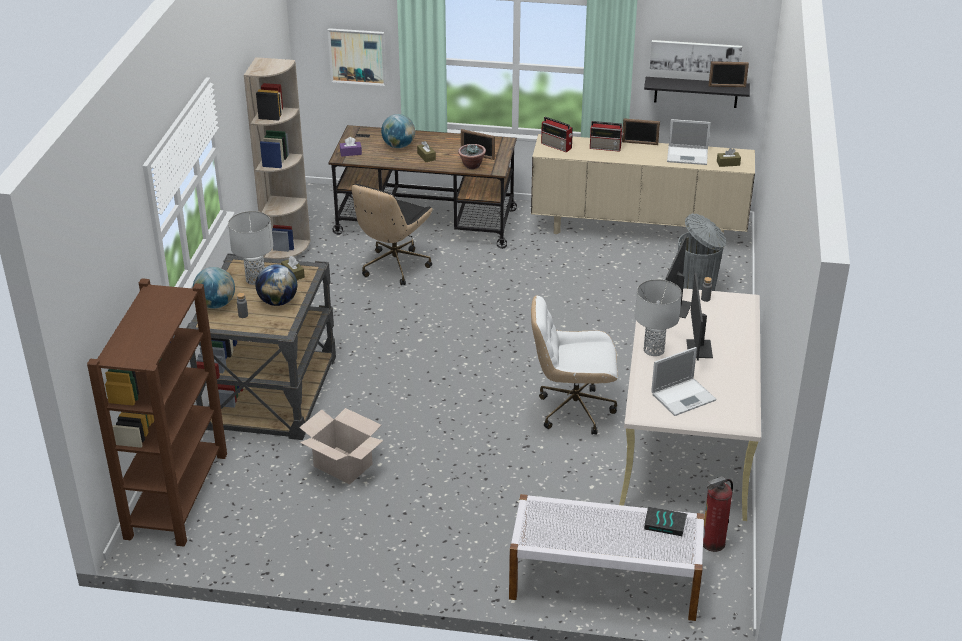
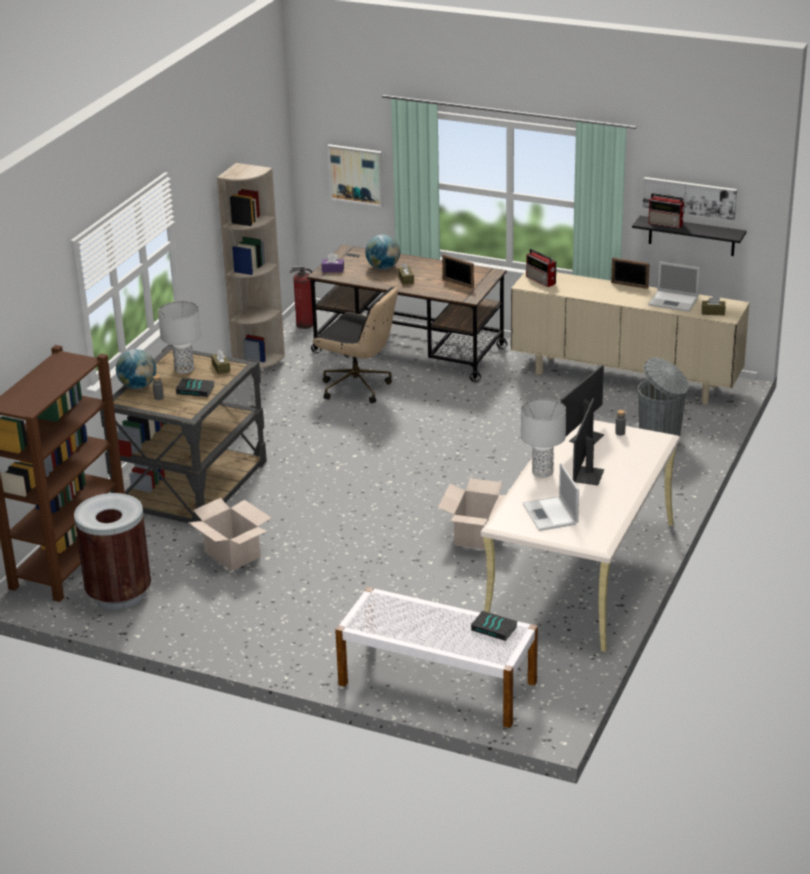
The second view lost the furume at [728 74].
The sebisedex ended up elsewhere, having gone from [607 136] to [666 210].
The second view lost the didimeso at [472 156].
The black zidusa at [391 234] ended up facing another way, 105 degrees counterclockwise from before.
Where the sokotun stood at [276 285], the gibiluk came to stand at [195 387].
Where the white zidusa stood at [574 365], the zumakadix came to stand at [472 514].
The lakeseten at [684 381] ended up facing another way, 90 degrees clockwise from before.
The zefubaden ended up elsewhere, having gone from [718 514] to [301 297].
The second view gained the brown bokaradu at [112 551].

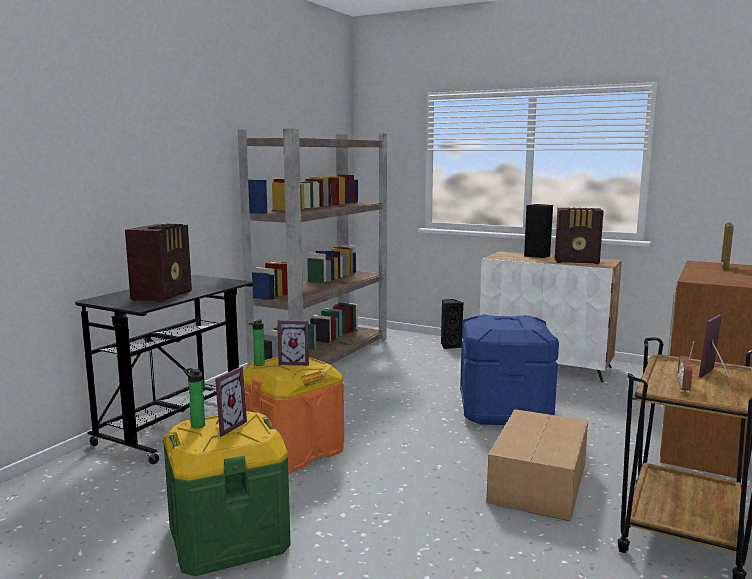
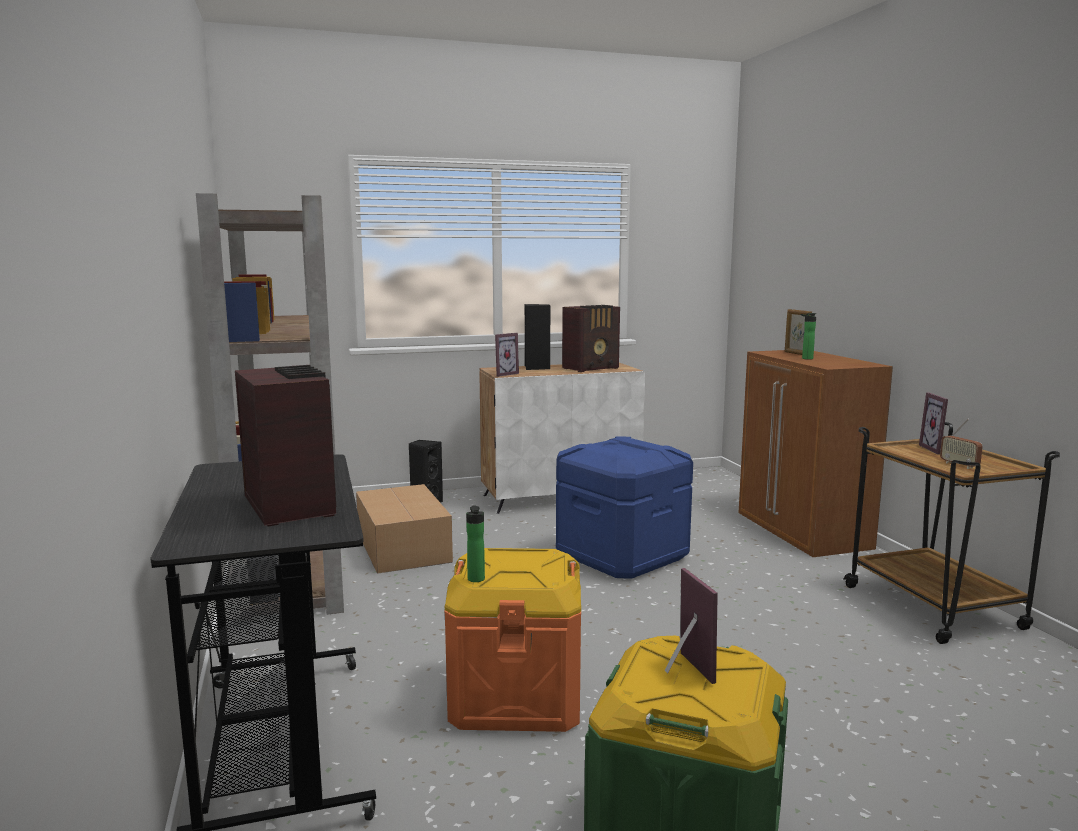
The furume ended up elsewhere, having gone from [293 343] to [507 355].
The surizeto ended up elsewhere, having gone from [194 398] to [808 336].
The zumakadix ended up elsewhere, having gone from [537 465] to [404 529].

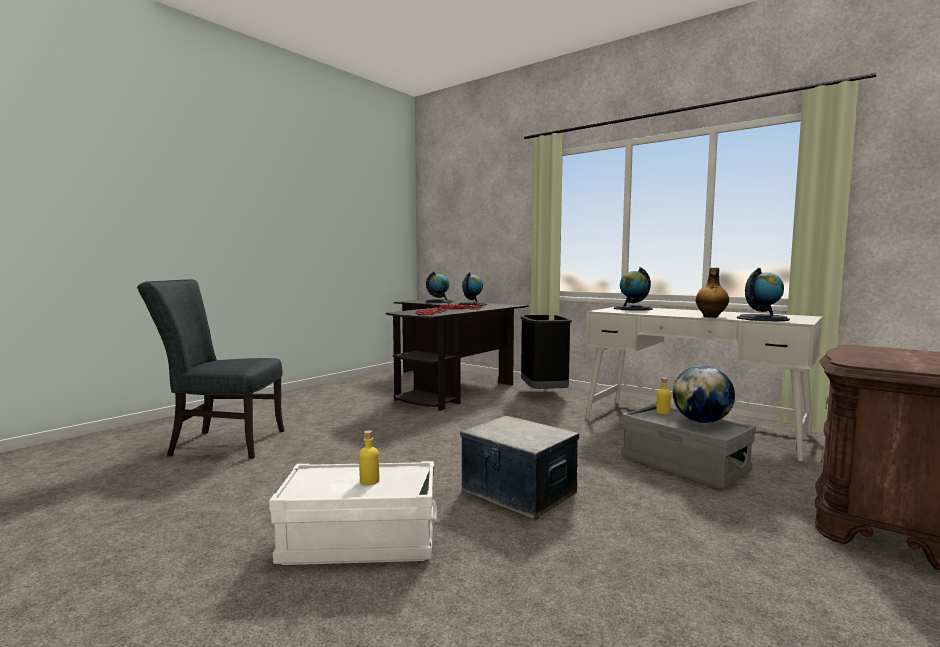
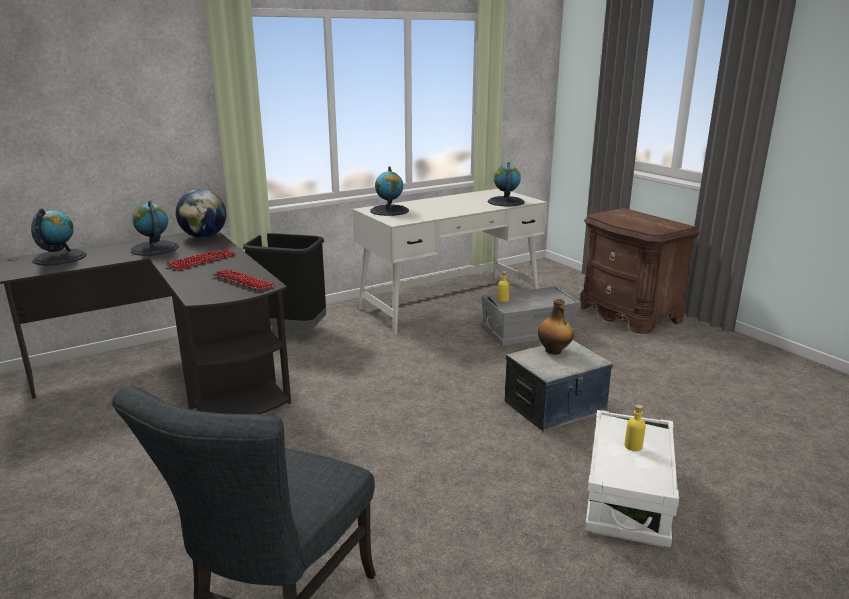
The surizeto ended up elsewhere, having gone from [712 293] to [556 326].
The sokotun ended up elsewhere, having gone from [704 394] to [201 213].

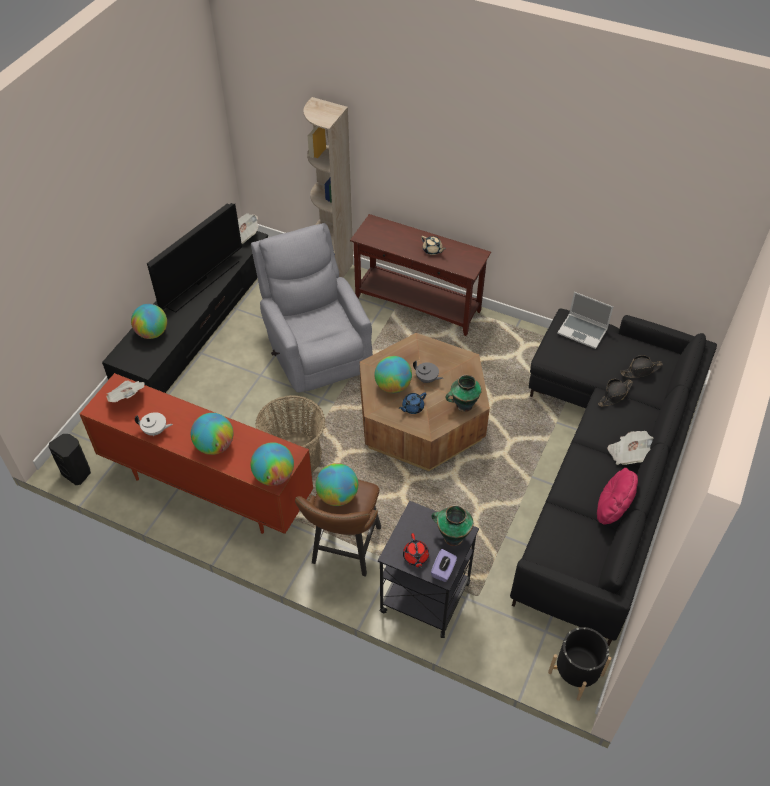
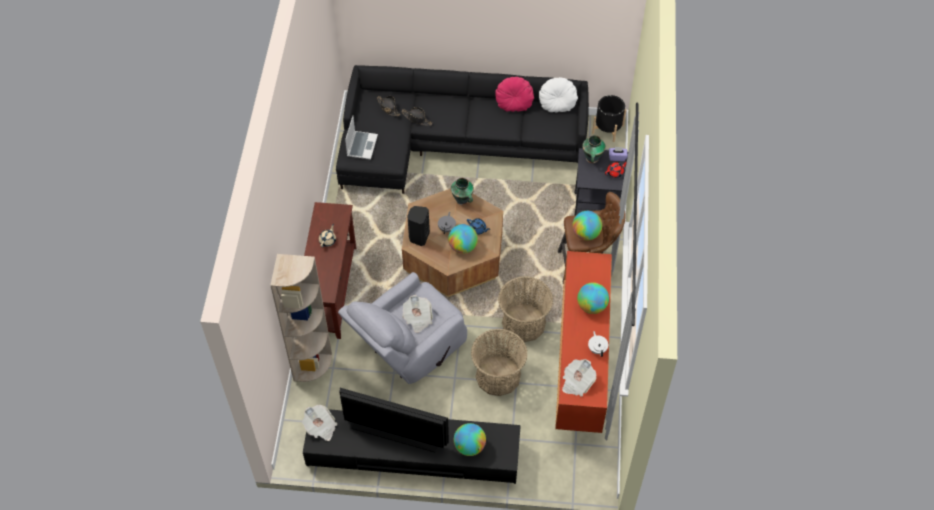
The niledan ended up elsewhere, having gone from [630 448] to [417 314].
The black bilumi ended up elsewhere, having gone from [69 459] to [418 226].
The second view lost the sokotun at [272 464].
The second view gained the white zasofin at [558 94].
The second view gained the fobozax at [499 362].

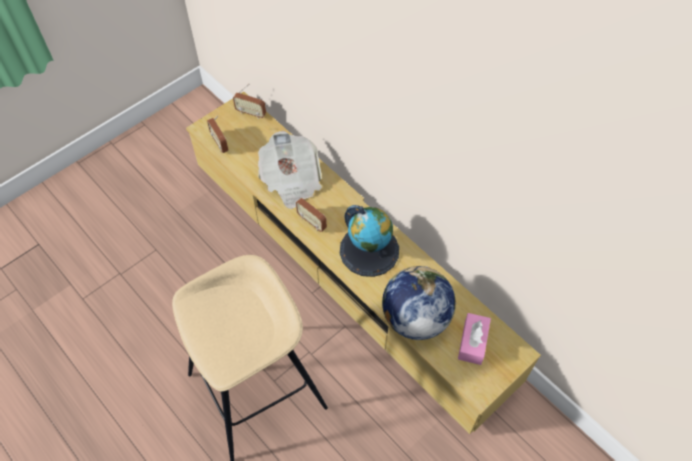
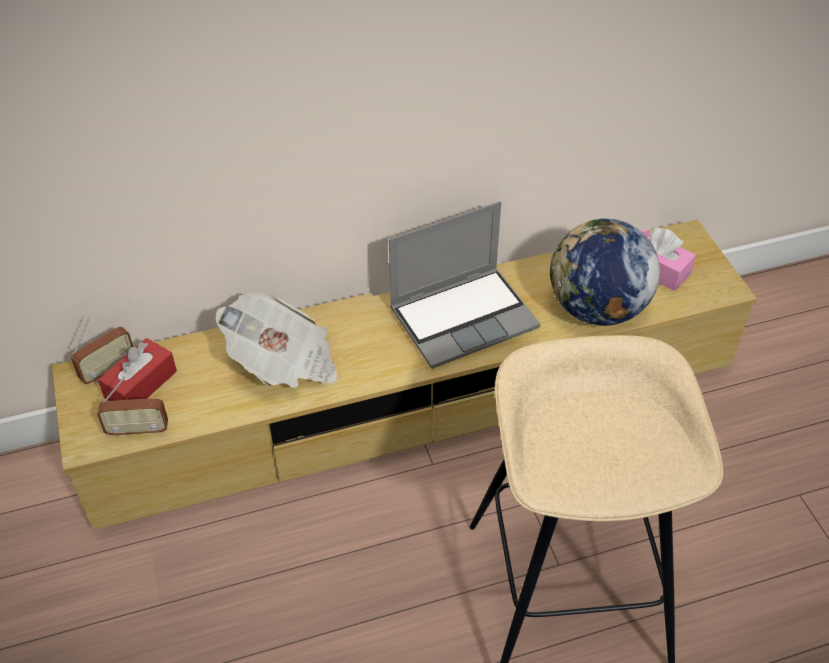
The second view lost the sebisedex at [311 213].
Where the sokotun stood at [369 241], the lakeseten came to stand at [464 285].
The second view gained the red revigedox at [137 369].

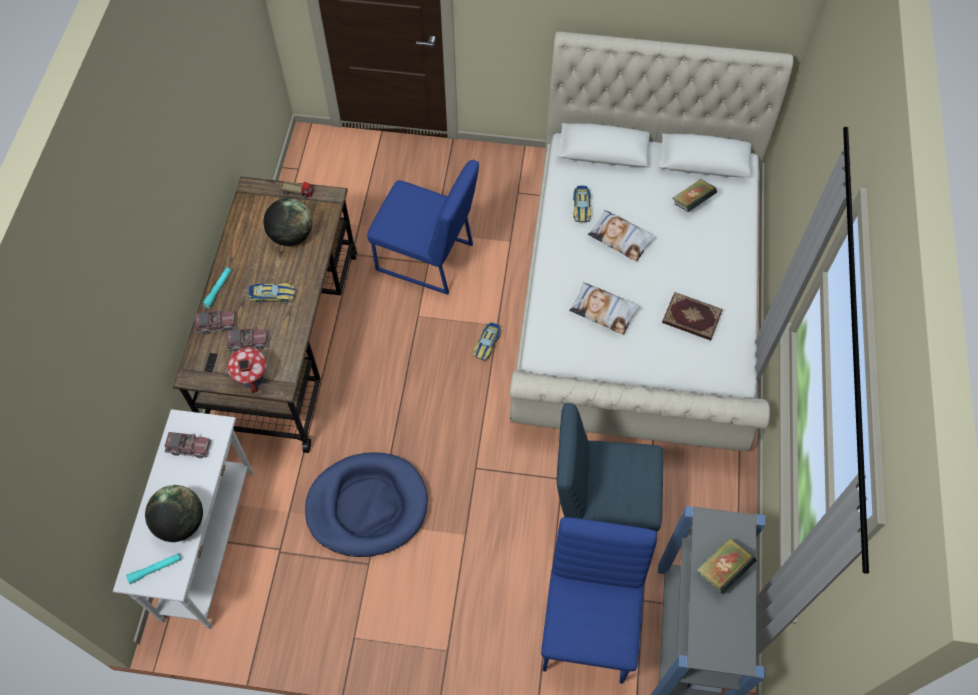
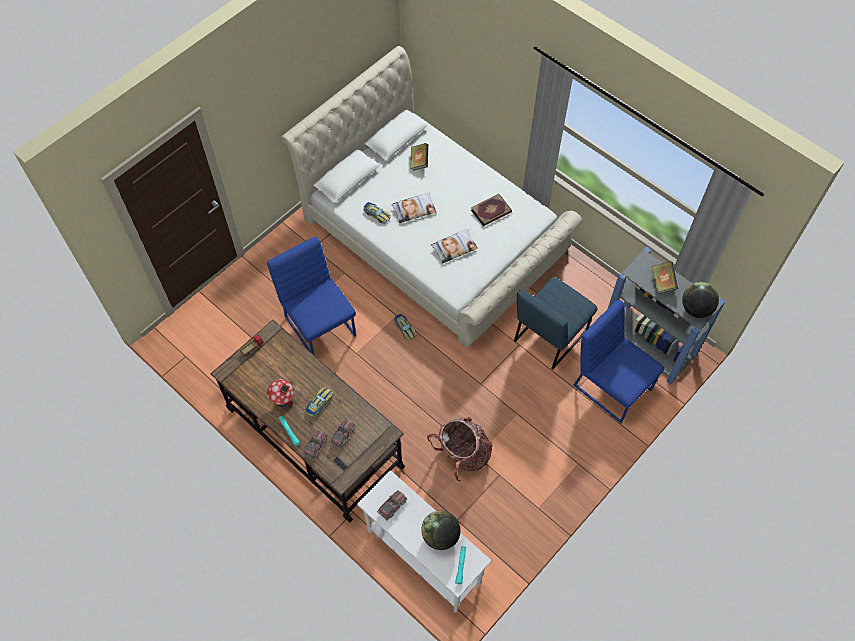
The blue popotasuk at [423 227] ended up facing another way, 90 degrees counterclockwise from before.
The sokotun ended up elsewhere, having gone from [287 222] to [700 300].
The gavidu ended up elsewhere, having gone from [247 370] to [280 393].
Where the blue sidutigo stood at [366 504], the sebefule came to stand at [460 449].

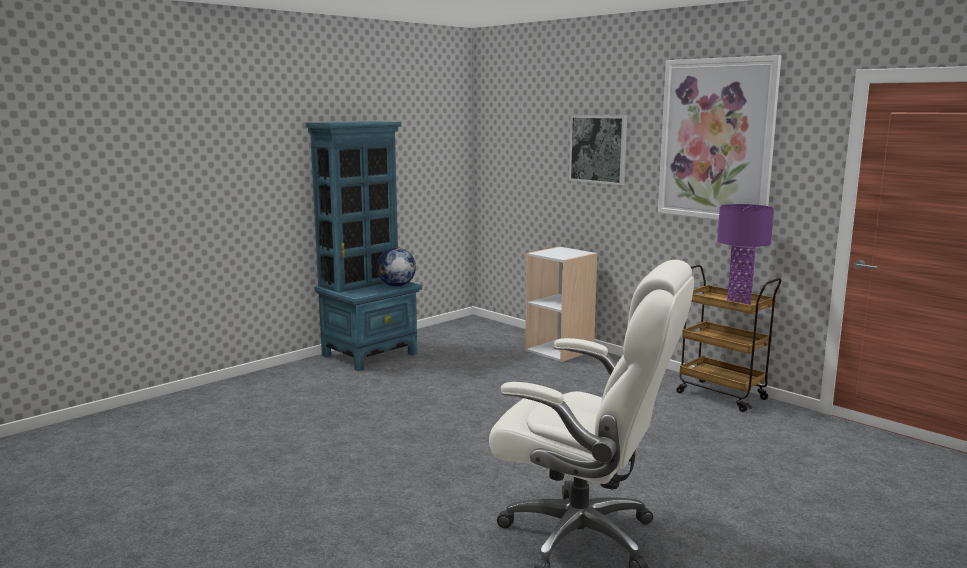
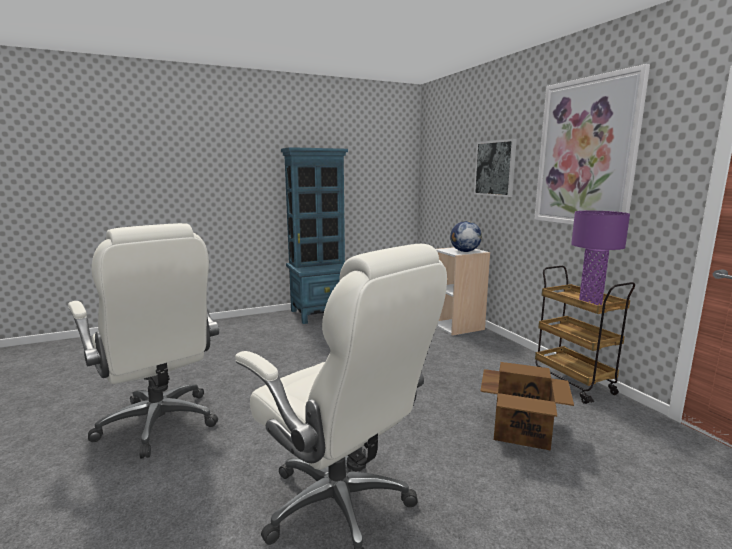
The sokotun ended up elsewhere, having gone from [396 267] to [466 236].
The second view gained the white zidusa at [143 340].
The second view gained the zumakadix at [527 406].

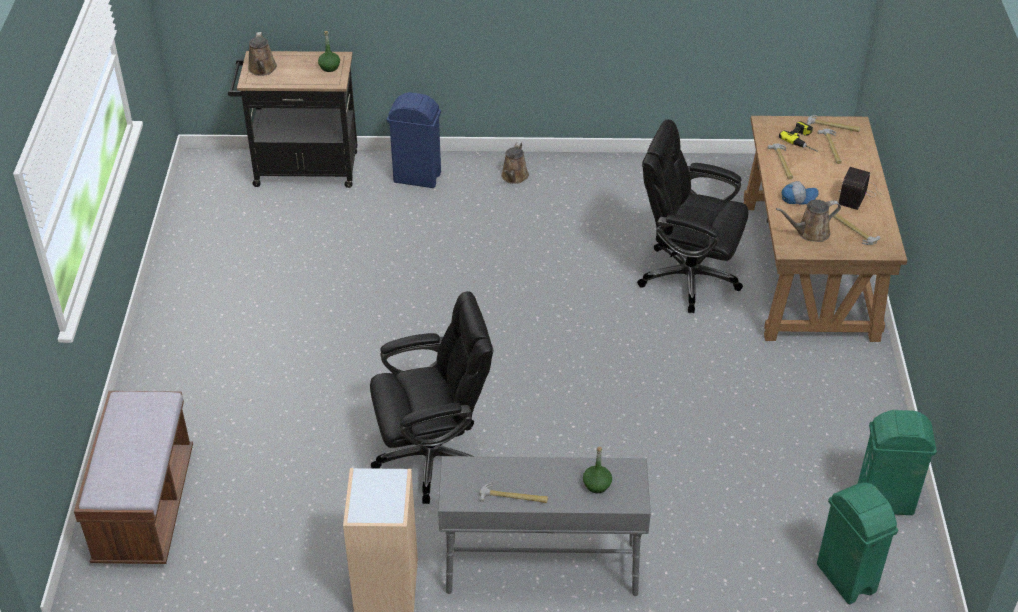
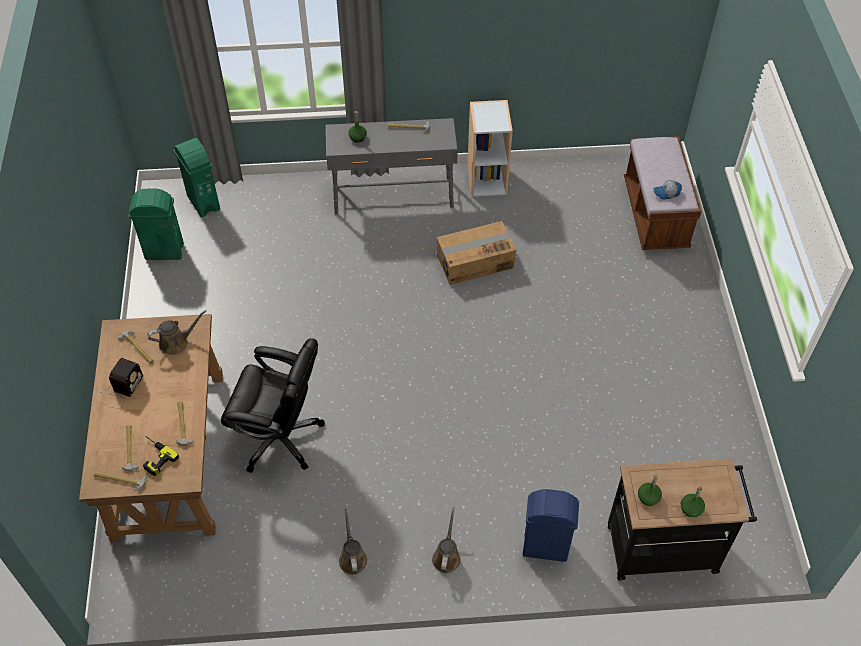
The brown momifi ended up elsewhere, having gone from [262 54] to [353 541].
The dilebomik ended up elsewhere, having gone from [800 193] to [667 189].
Where the black zidusa stood at [431 397], the zumakadix came to stand at [476 253].
The second view gained the green surizeto at [693 501].

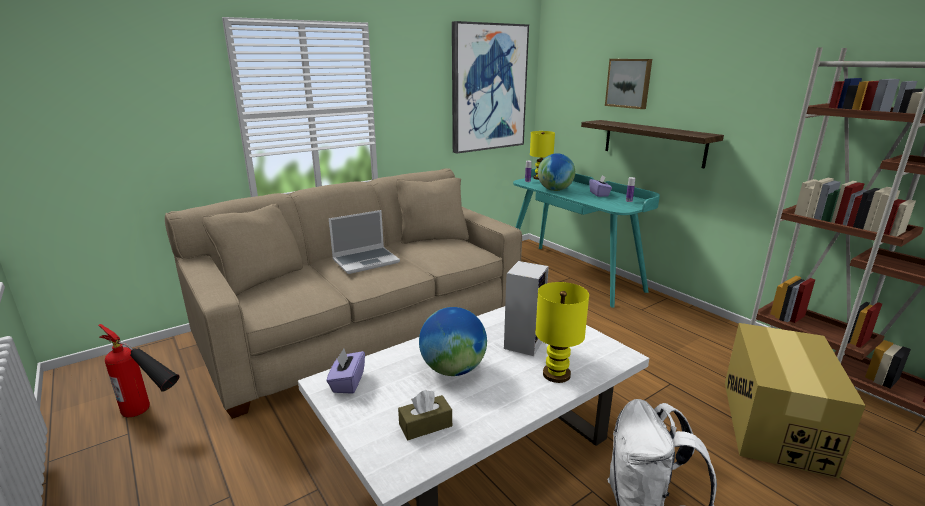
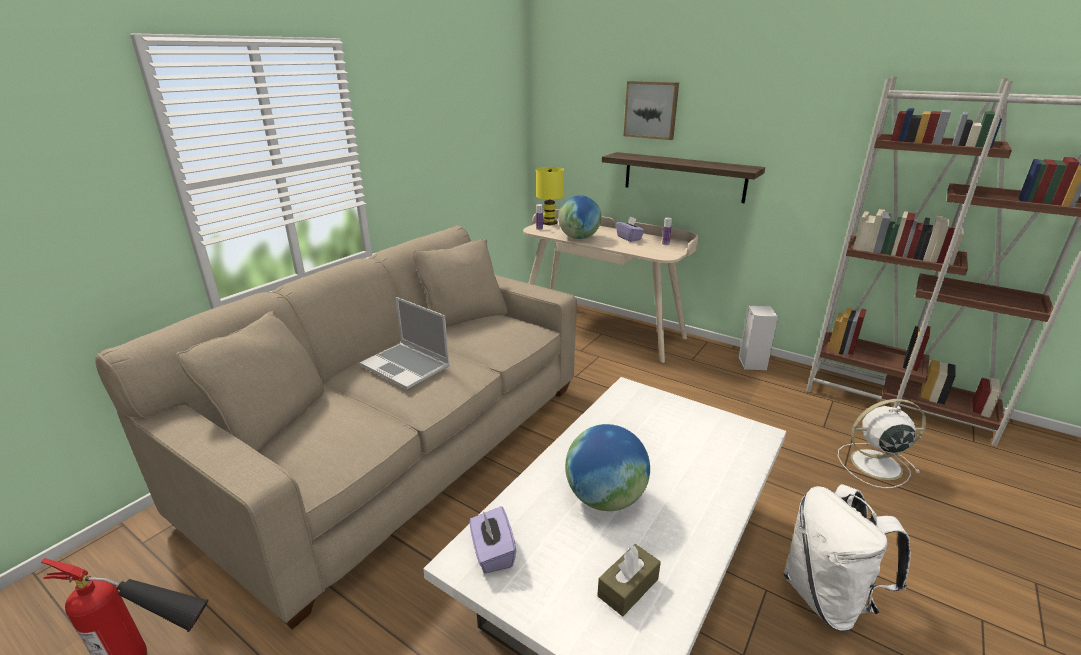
The second view lost the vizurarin at [490 87].
What was the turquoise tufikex at [586 237] turned into the beige tufikex at [611 286].
The lakeseten at [364 242] ended up facing another way, 90 degrees clockwise from before.
The bilumi ended up elsewhere, having gone from [526 308] to [758 337].
The second view lost the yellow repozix at [562 332].
Where the zumakadix stood at [795 400], the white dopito came to stand at [882 443].

